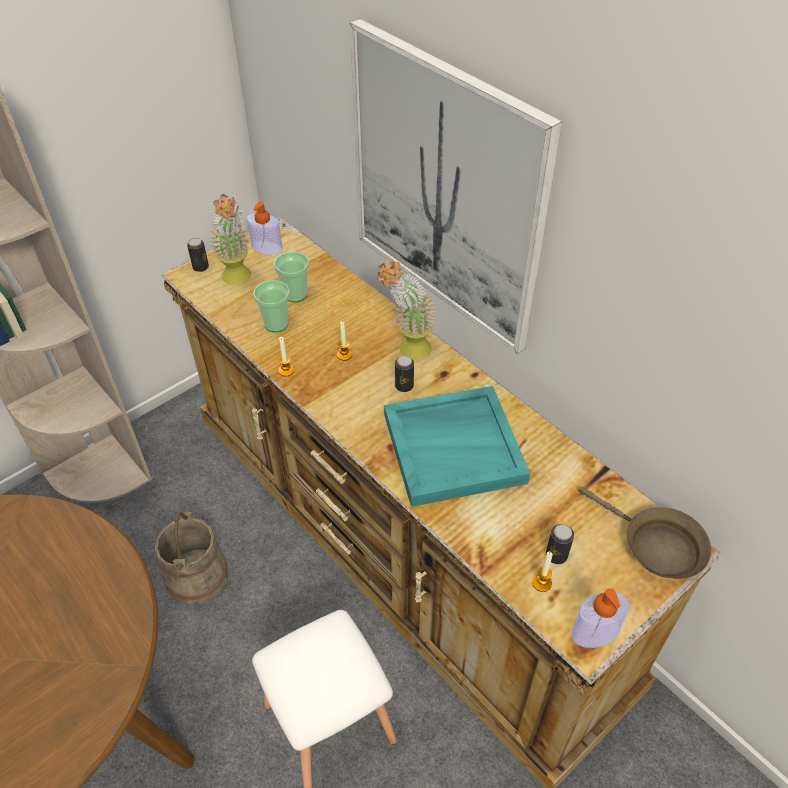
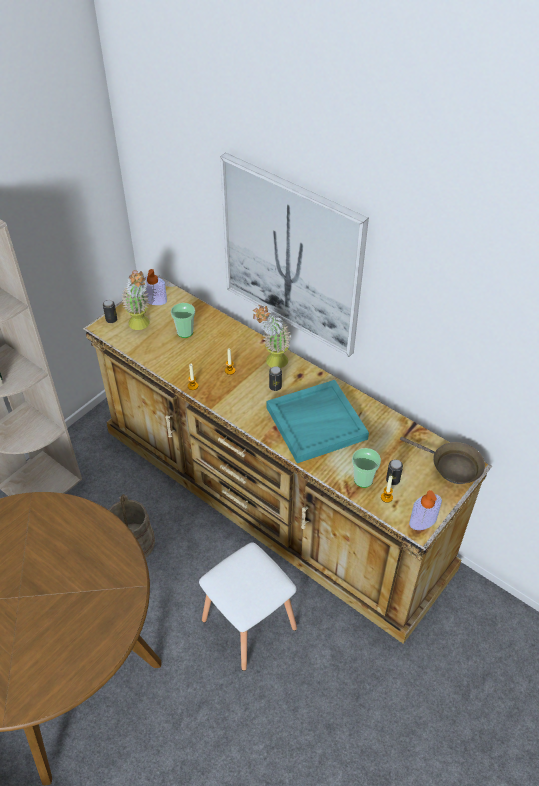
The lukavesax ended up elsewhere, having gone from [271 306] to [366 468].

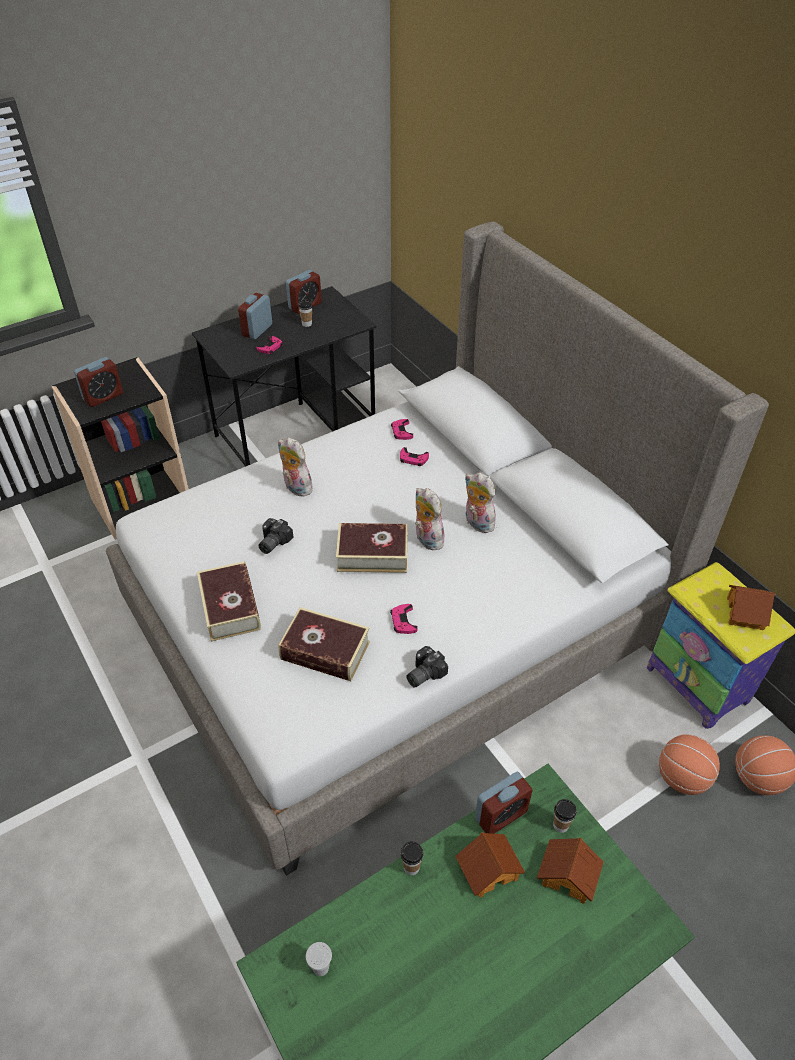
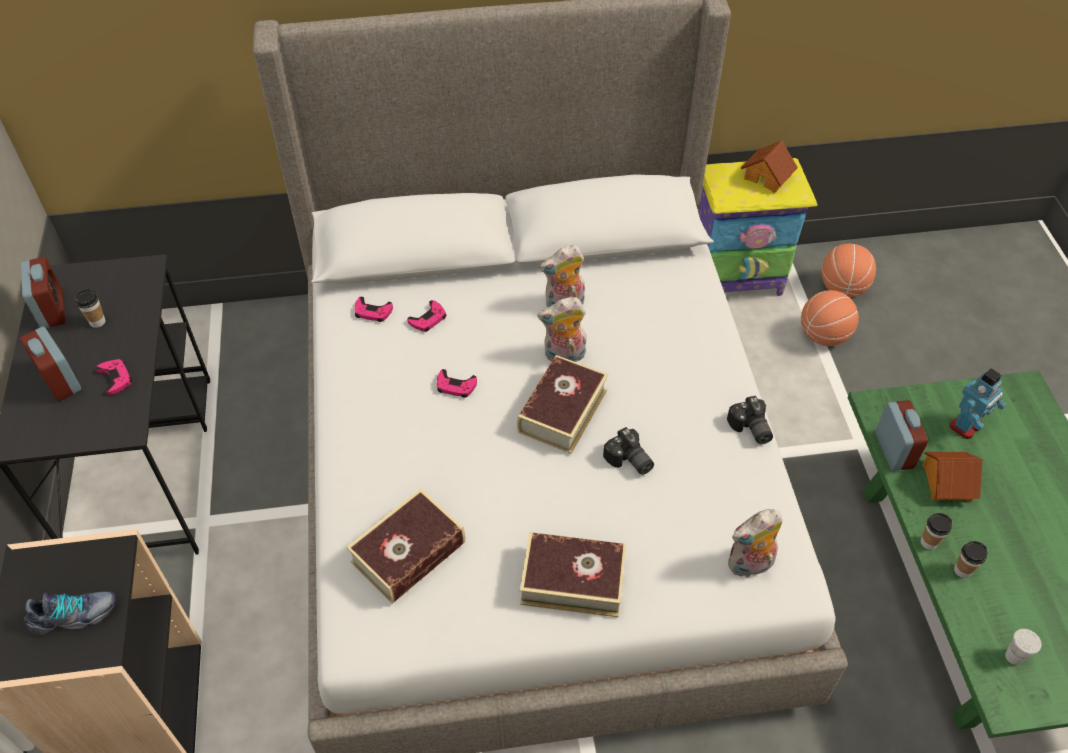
Where the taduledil stood at [98 382], the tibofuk came to stand at [70 613].
The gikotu ended up elsewhere, having gone from [295 467] to [755 543].
The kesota ended up elsewhere, having gone from [276 536] to [628 451].
The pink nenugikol ended up elsewhere, having gone from [404 619] to [457 383].
The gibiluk ended up elsewhere, having gone from [324 644] to [406 546].
The lukavesax ended up elsewhere, having gone from [565 816] to [971 559].
Where the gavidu stood at [570 871], the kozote came to stand at [978 403].

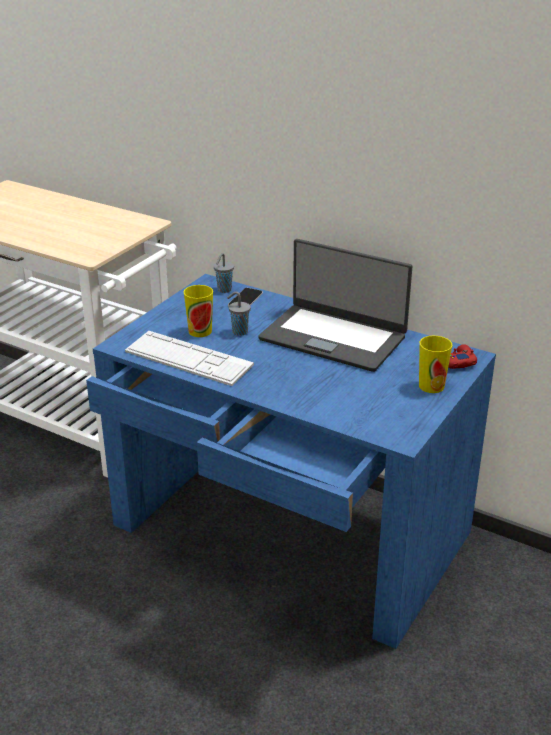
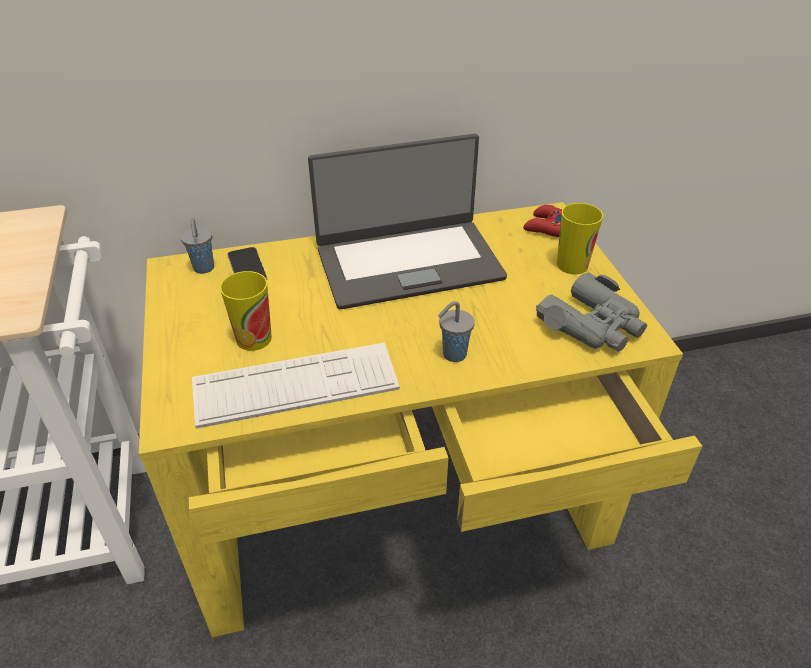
What was the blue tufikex at [291 461] turned into the yellow tufikex at [420 419].
The grey lukavesax ended up elsewhere, having gone from [239 314] to [456 331].
The second view gained the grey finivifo at [591 312].

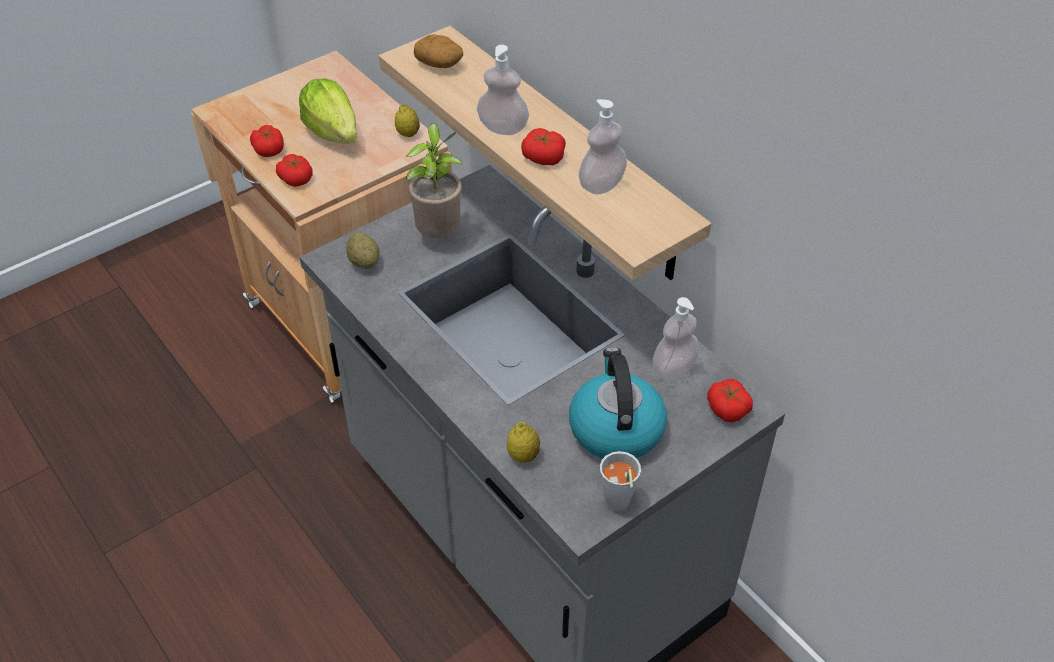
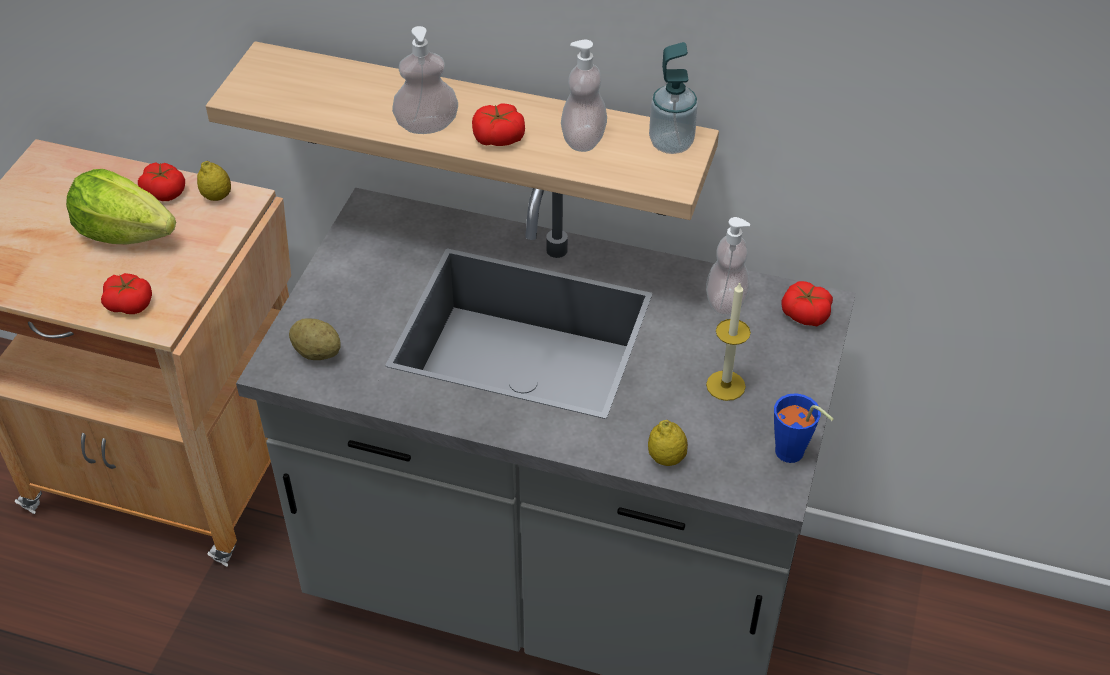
The second view lost the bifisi at [438 51].
The second view lost the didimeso at [434 180].
The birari ended up elsewhere, having gone from [267 141] to [161 181].
Where the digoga stood at [618 403], the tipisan came to stand at [728 342].
What was the grey lukavesax at [620 481] turned into the blue lukavesax at [803 428].
The second view gained the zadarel at [673 98].

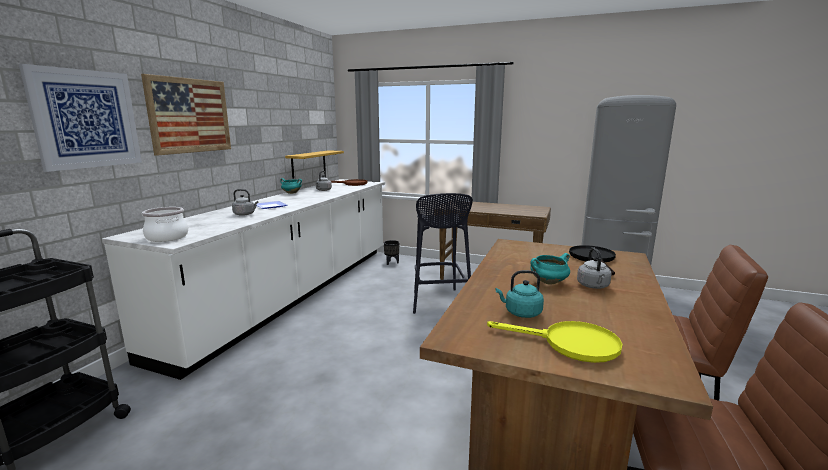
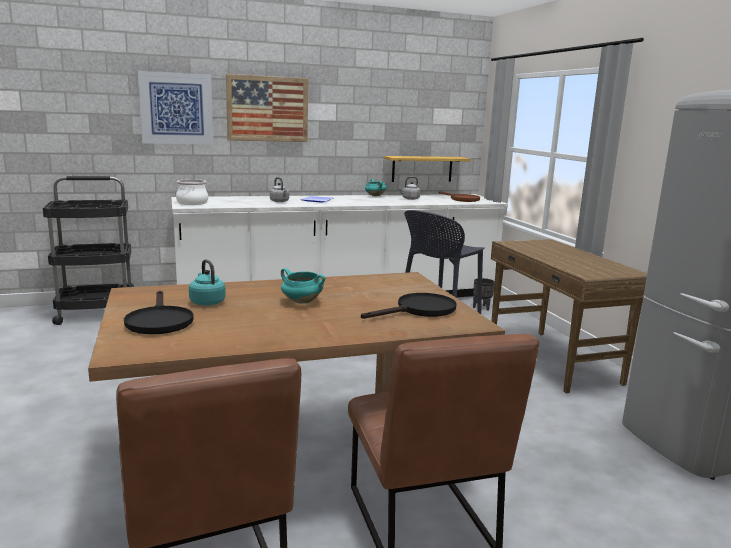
The second view lost the grey digoga at [594 268].
What was the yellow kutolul at [554 342] turned into the black kutolul at [159 312].

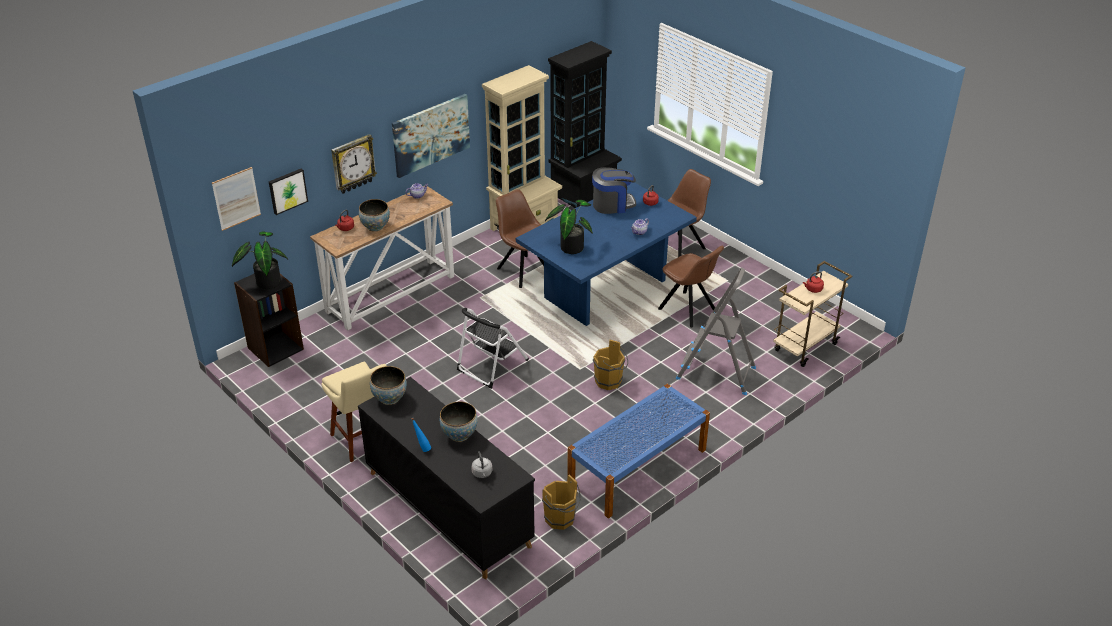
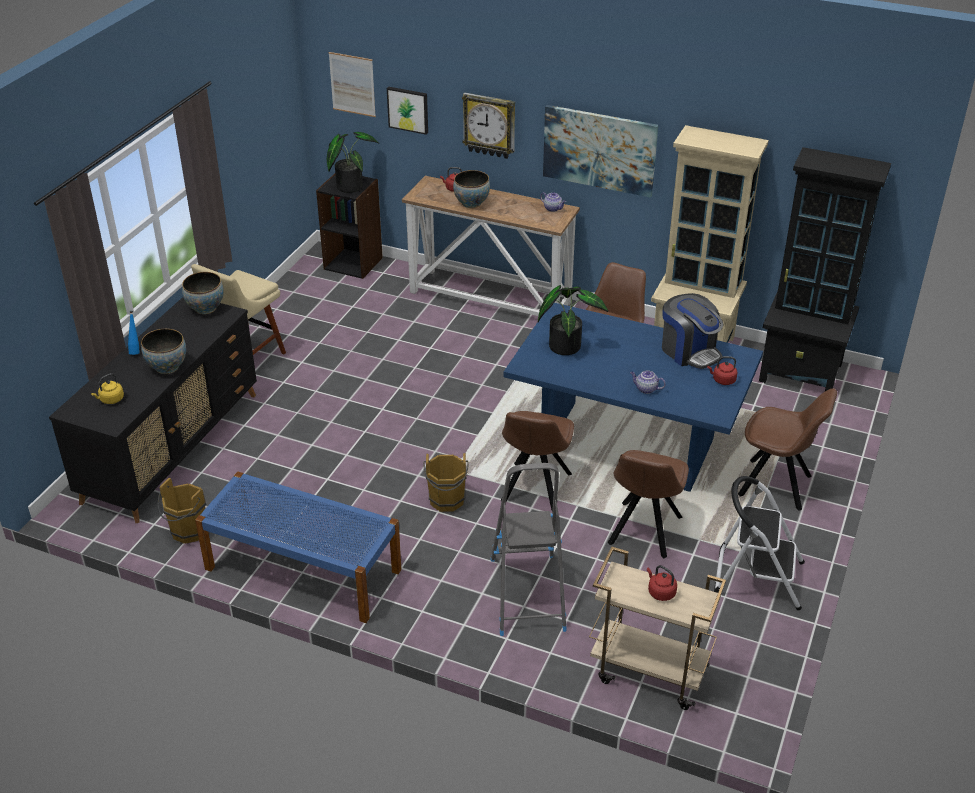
The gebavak ended up elsewhere, having gone from [493 348] to [759 543].
What was the grey digoga at [481 464] turned into the yellow digoga at [107 388].
The second view gained the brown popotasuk at [537 460].

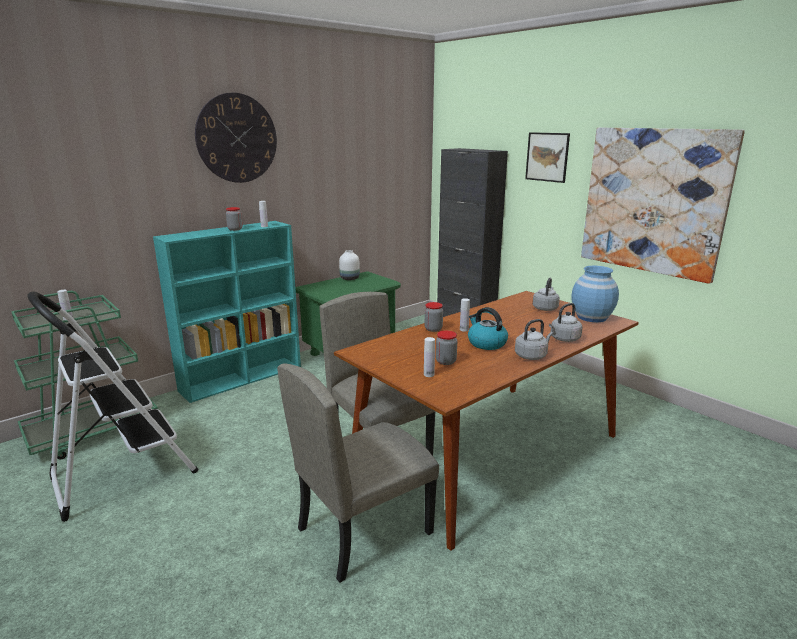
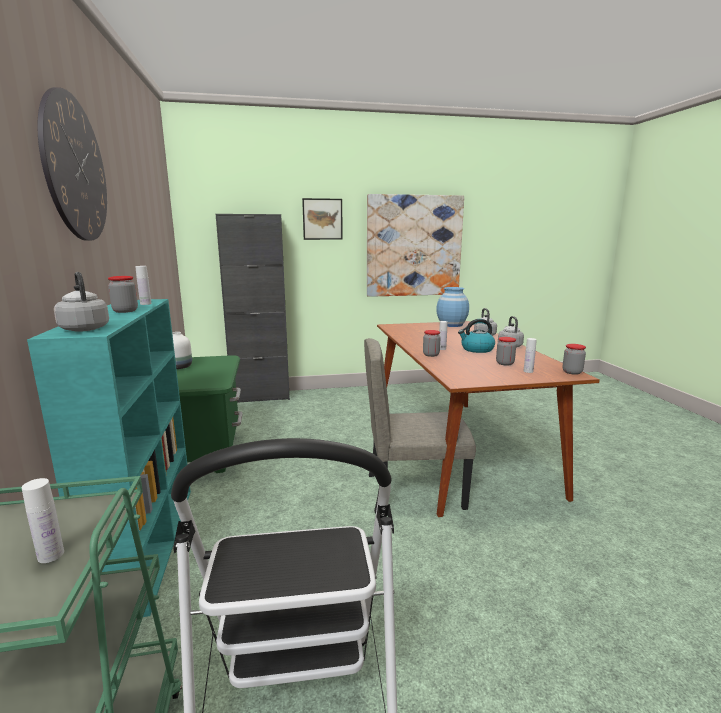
The grey digoga ended up elsewhere, having gone from [546 294] to [81 302].
The second view lost the beige popotasuk at [358 473].
The second view gained the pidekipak at [574 359].

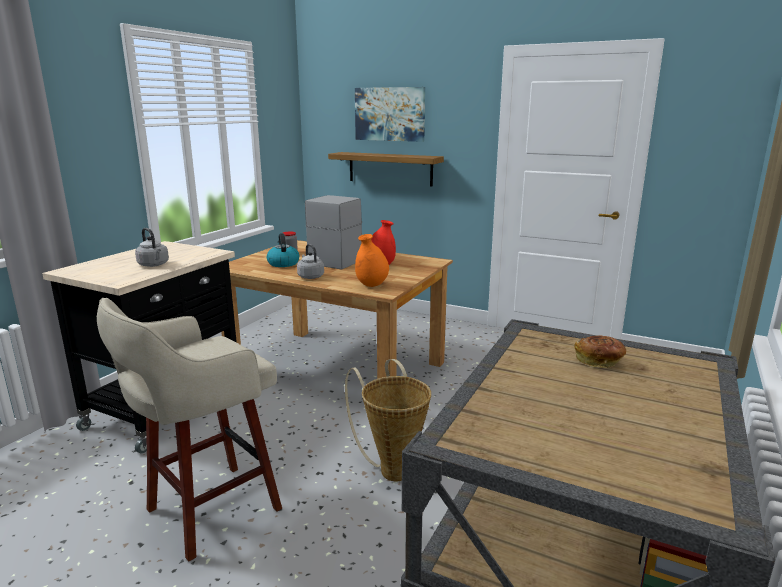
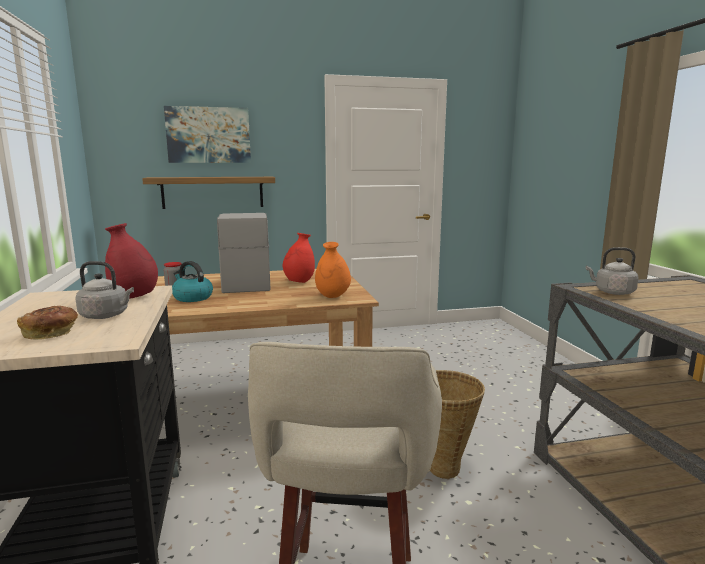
The grey digoga ended up elsewhere, having gone from [310 261] to [612 271].
The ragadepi ended up elsewhere, having gone from [600 351] to [47 323].
The second view gained the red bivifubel at [131 261].

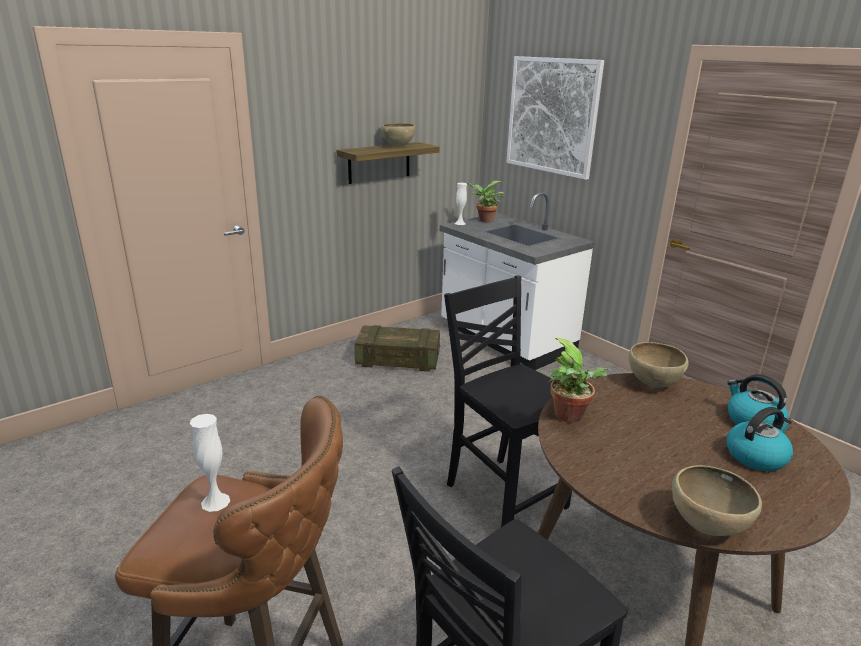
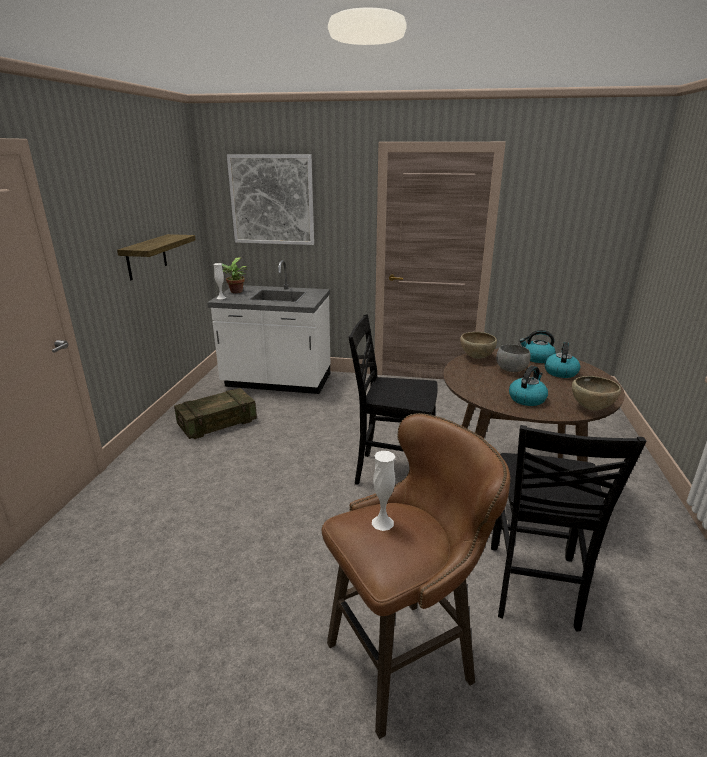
The second view lost the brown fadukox at [398 135].
The second view lost the didimeso at [578 380].
The second view gained the grey fadukox at [513 358].
The second view gained the digoga at [528 386].

